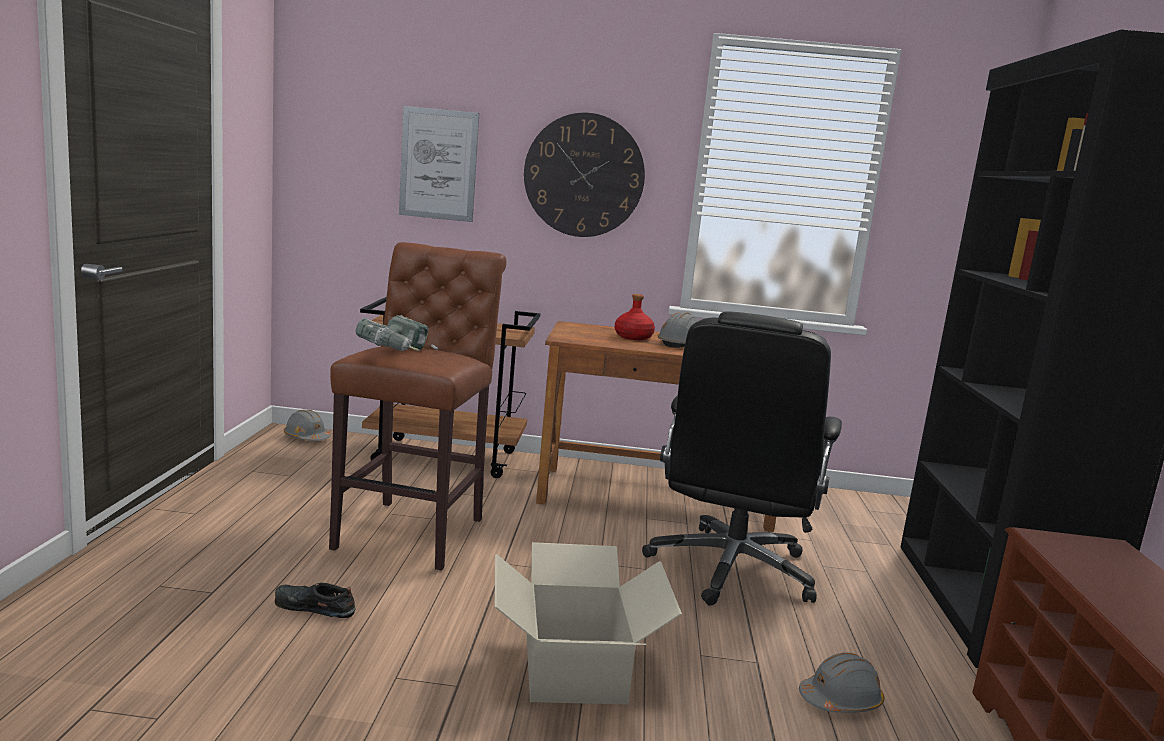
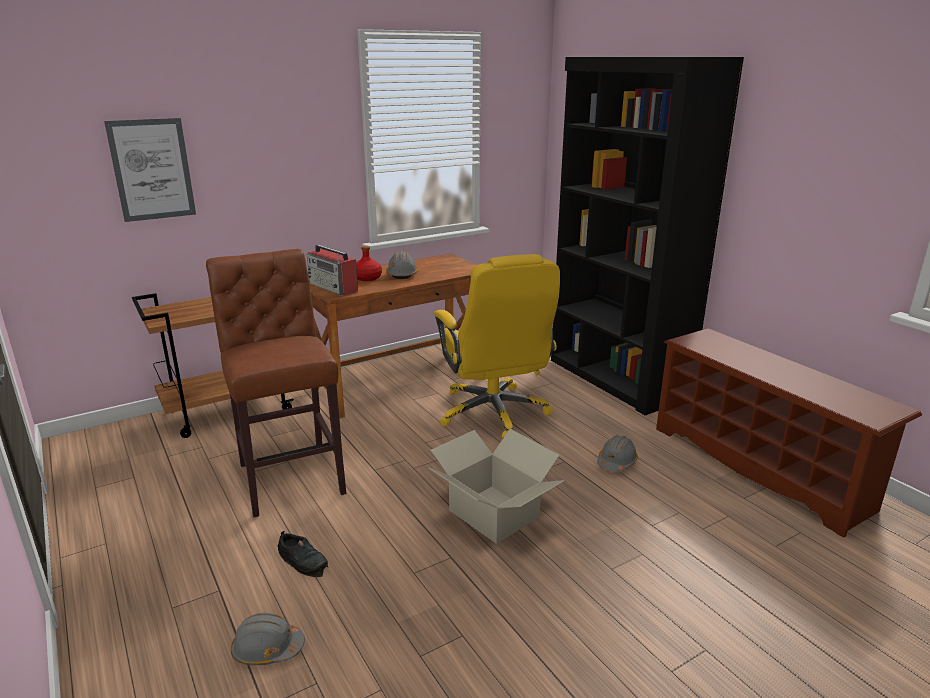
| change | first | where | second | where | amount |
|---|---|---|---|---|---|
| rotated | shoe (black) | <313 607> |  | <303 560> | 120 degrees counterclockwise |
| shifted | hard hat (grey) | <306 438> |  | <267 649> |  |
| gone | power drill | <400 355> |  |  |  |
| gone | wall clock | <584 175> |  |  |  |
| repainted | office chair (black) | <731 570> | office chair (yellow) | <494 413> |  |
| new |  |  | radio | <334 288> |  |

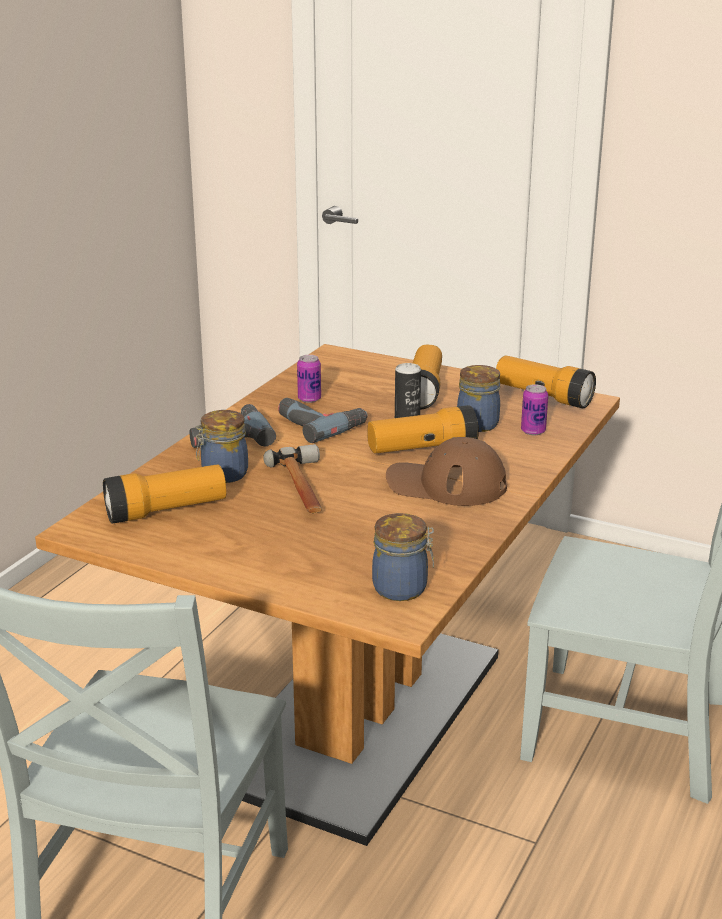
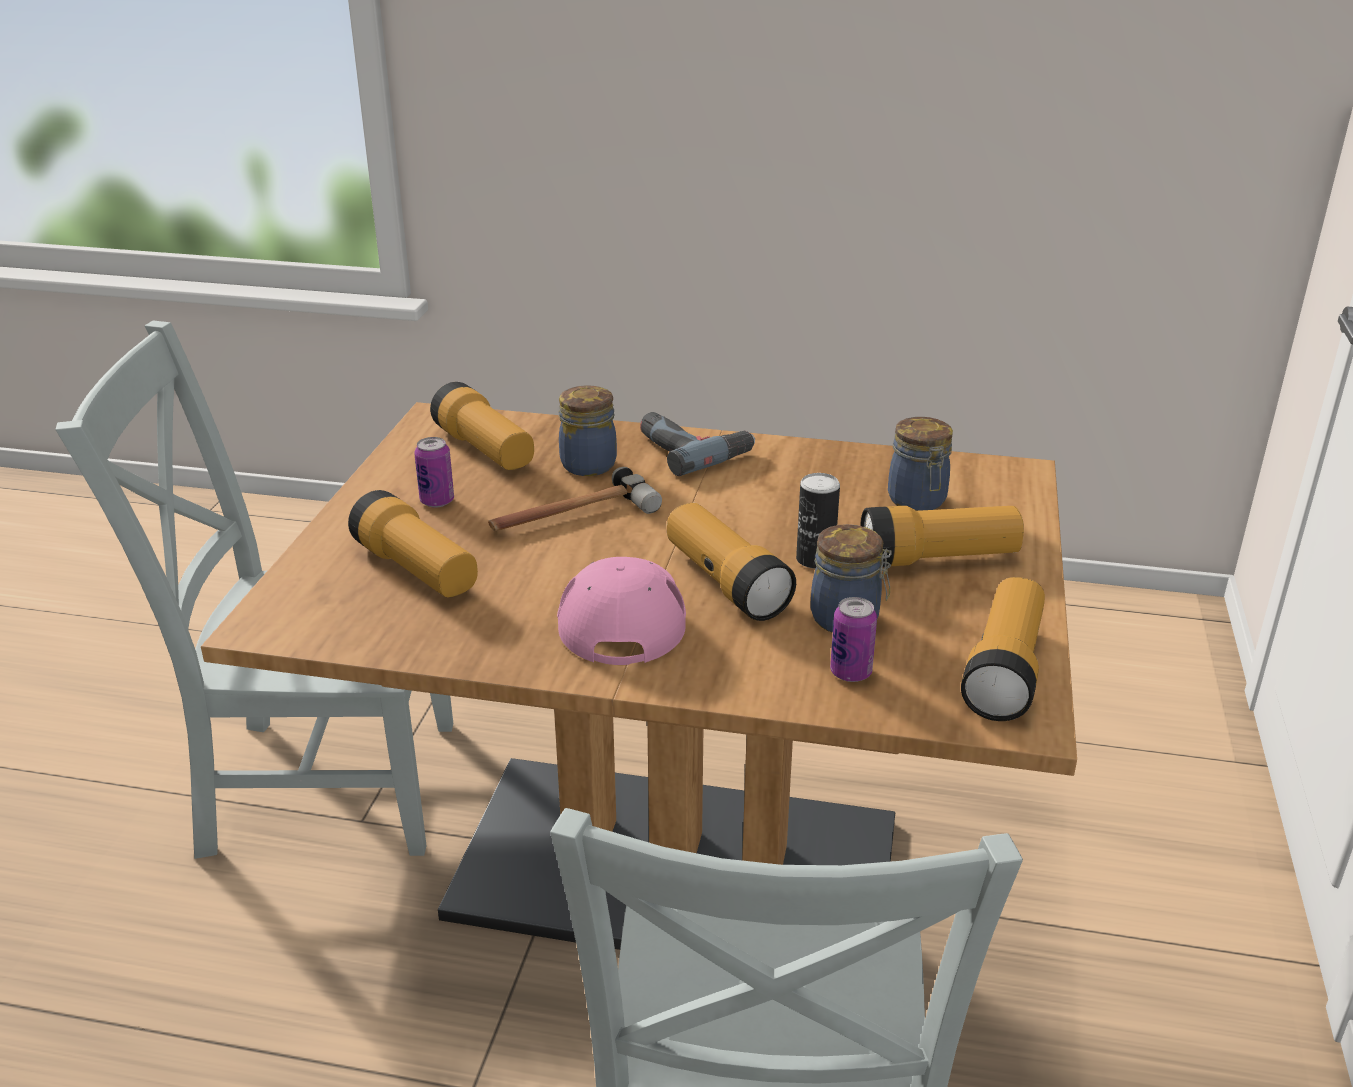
| change | first | where | second | where | amount |
|---|---|---|---|---|---|
| gone | power drill | <320 424> |  |  |  |
| shifted | can | <309 399> |  | <437 501> |  |
| shifted | jar | <402 589> |  | <918 501> |  |
| repainted | cap (brown) | <445 484> | cap (pink) | <622 614> |  |
| new |  |  | flashlight | <417 570> |  |

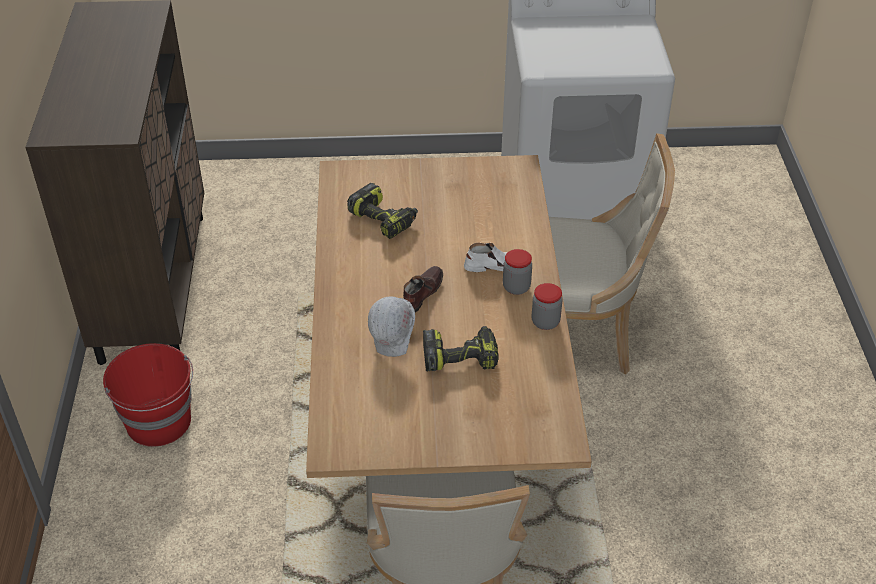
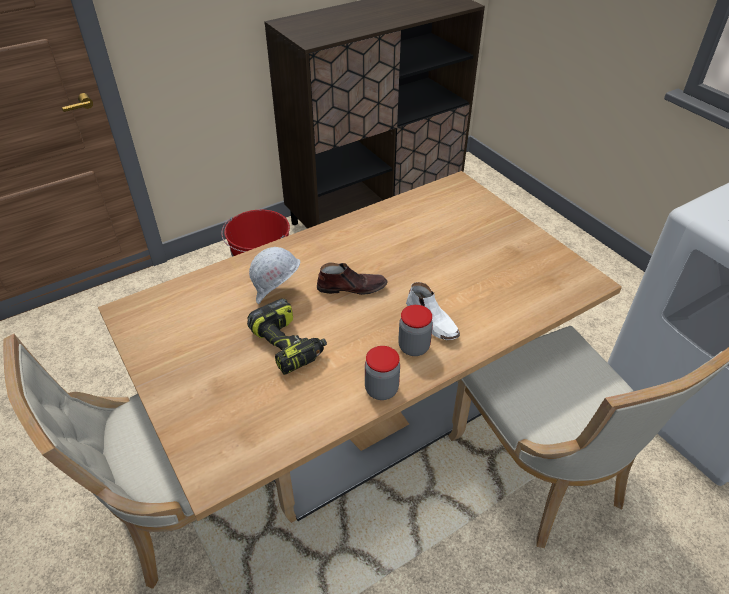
| change | first | where | second | where | amount |
|---|---|---|---|---|---|
| gone | power drill | <384 219> |  |  |  |

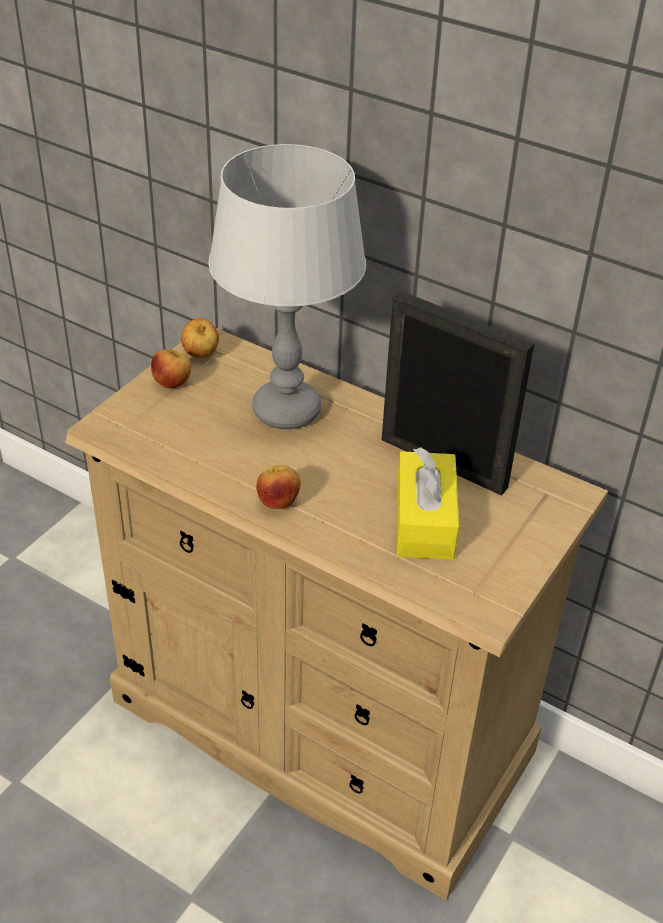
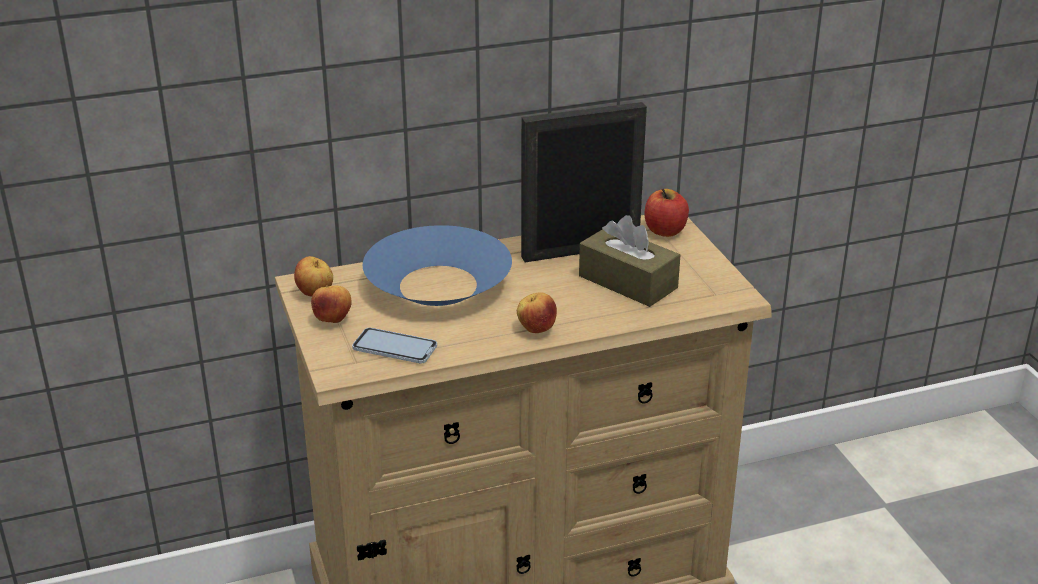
| change | first | where | second | where | amount |
|---|---|---|---|---|---|
| swapped | table lamp (grey) | <287 410> | bowl (blue) | <438 284> |  |
| repainted | tissue box (yellow) | <424 521> | tissue box (brown) | <628 282> |  |
| new |  |  | phone | <395 348> |  |
| new |  |  | apple | <665 231> |  |

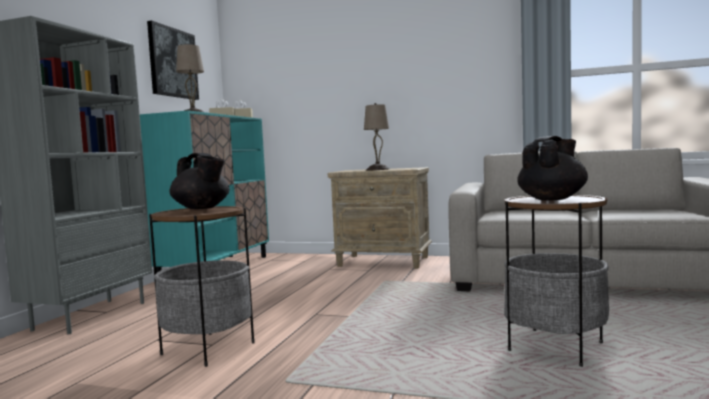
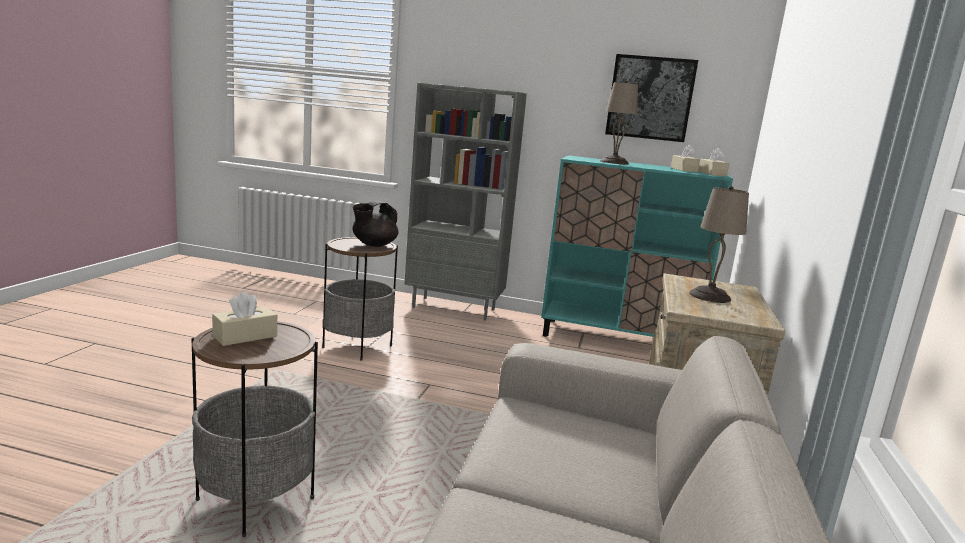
| change | first | where | second | where | amount |
|---|---|---|---|---|---|
| swapped | teapot (black) | <552 199> | tissue box (beige) | <245 336> |  |

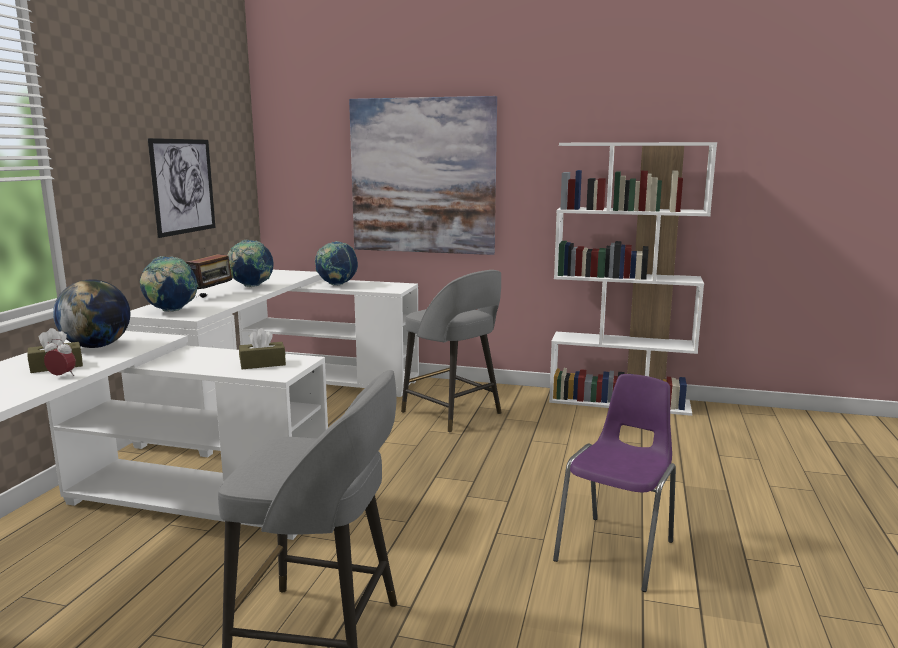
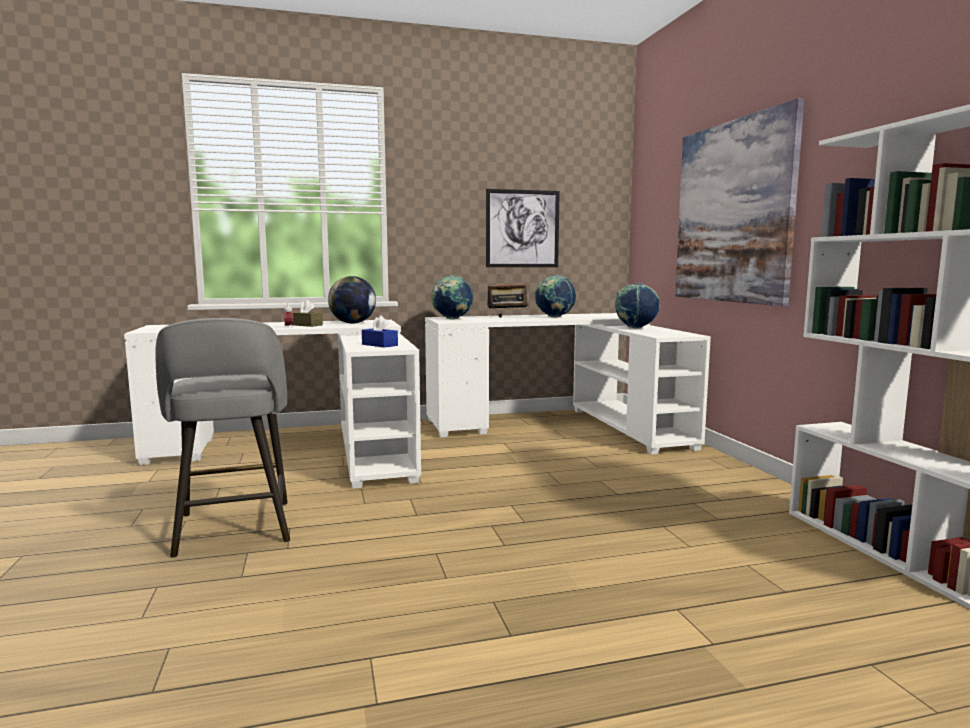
| change | first | where | second | where | amount |
|---|---|---|---|---|---|
| repainted | tissue box (brown) | <262 364> | tissue box (blue) | <379 345> |  |
| gone | stool (grey) | <453 413> |  |  |  |
| gone | chair (purple) | <617 550> |  |  |  |

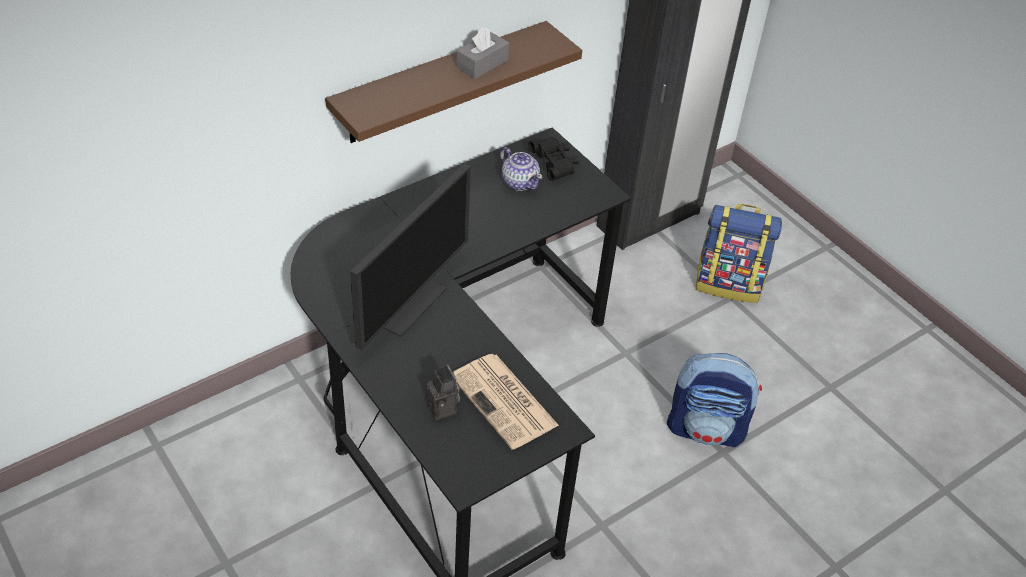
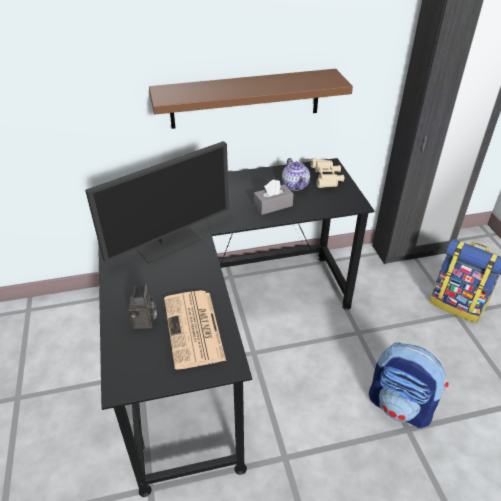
| change | first | where | second | where | amount |
|---|---|---|---|---|---|
| shifted | tissue box (grey) | <482 64> |  | <273 205> |  |
| repainted | binoculars (black) | <554 165> | binoculars (beige) | <326 179> |  |

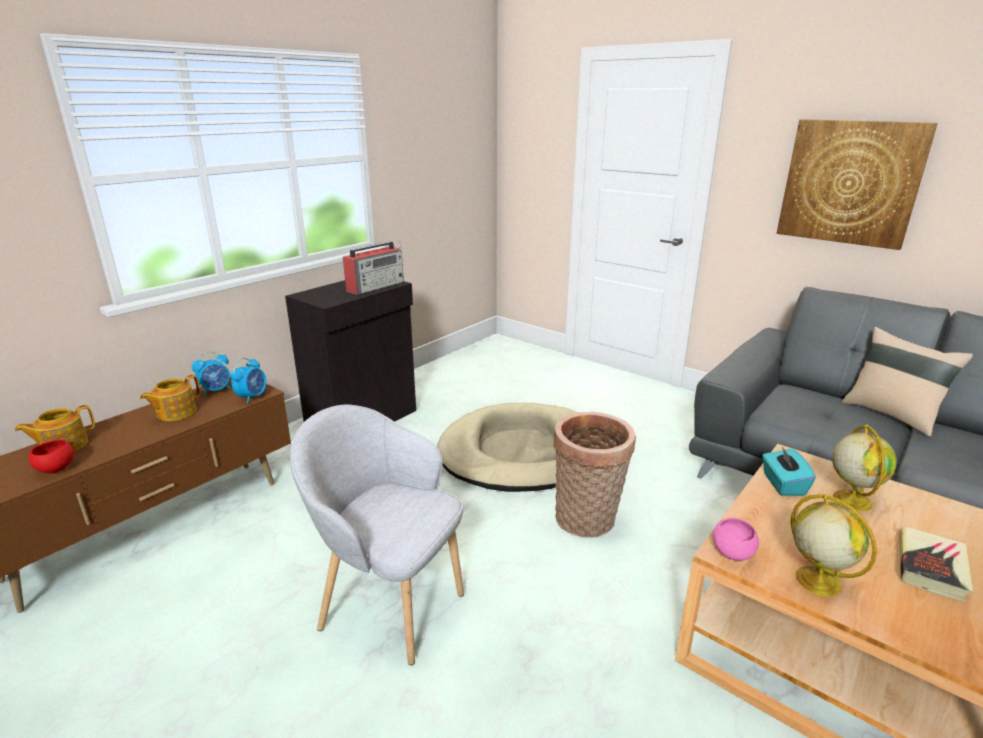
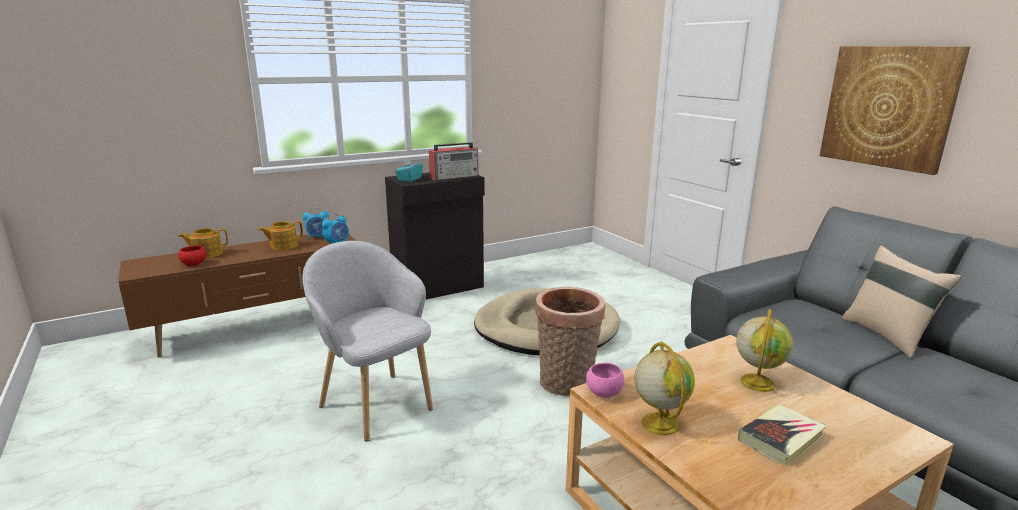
| change | first | where | second | where | amount |
|---|---|---|---|---|---|
| shifted | tissue box (turquoise) | <783 484> |  | <409 179> |  |

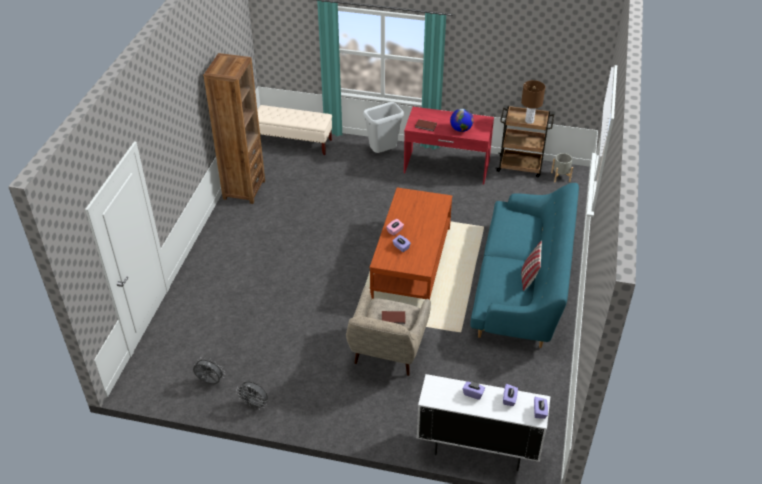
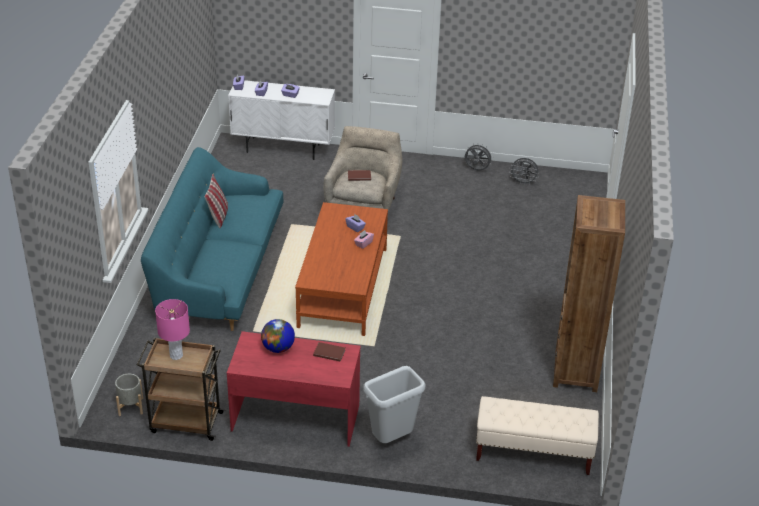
| change | first | where | second | where | amount |
|---|---|---|---|---|---|
| repainted | table lamp (brown) | <529 121> | table lamp (pink) | <176 355> |  |

